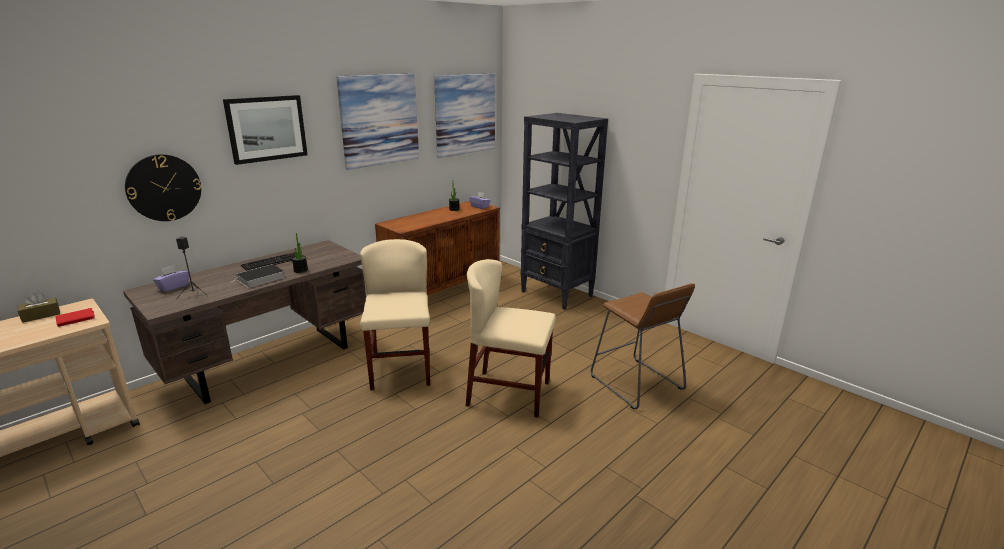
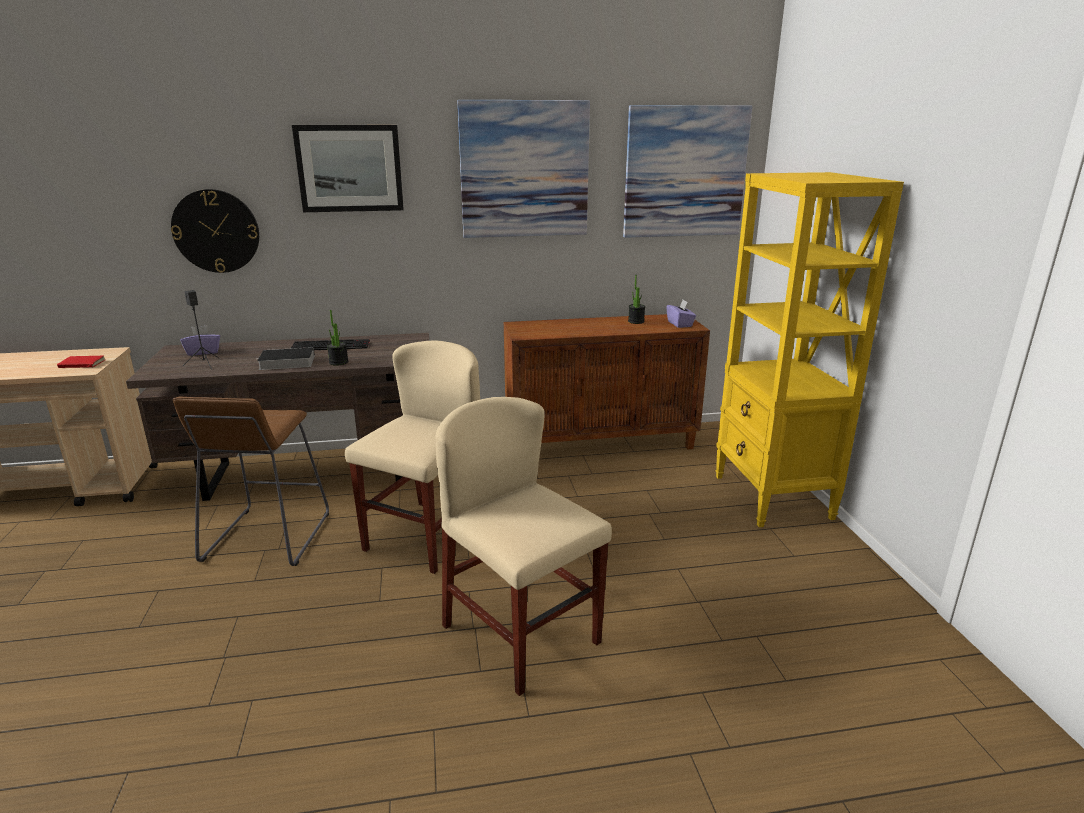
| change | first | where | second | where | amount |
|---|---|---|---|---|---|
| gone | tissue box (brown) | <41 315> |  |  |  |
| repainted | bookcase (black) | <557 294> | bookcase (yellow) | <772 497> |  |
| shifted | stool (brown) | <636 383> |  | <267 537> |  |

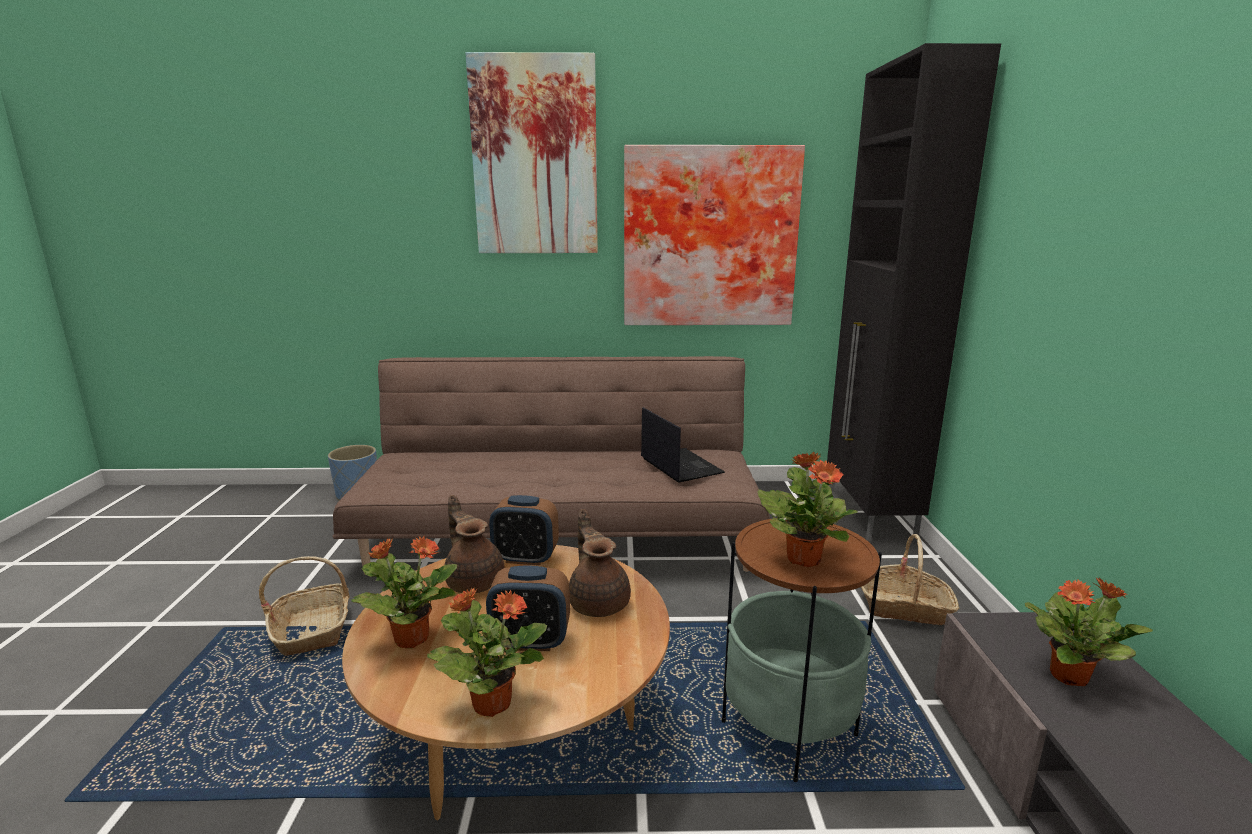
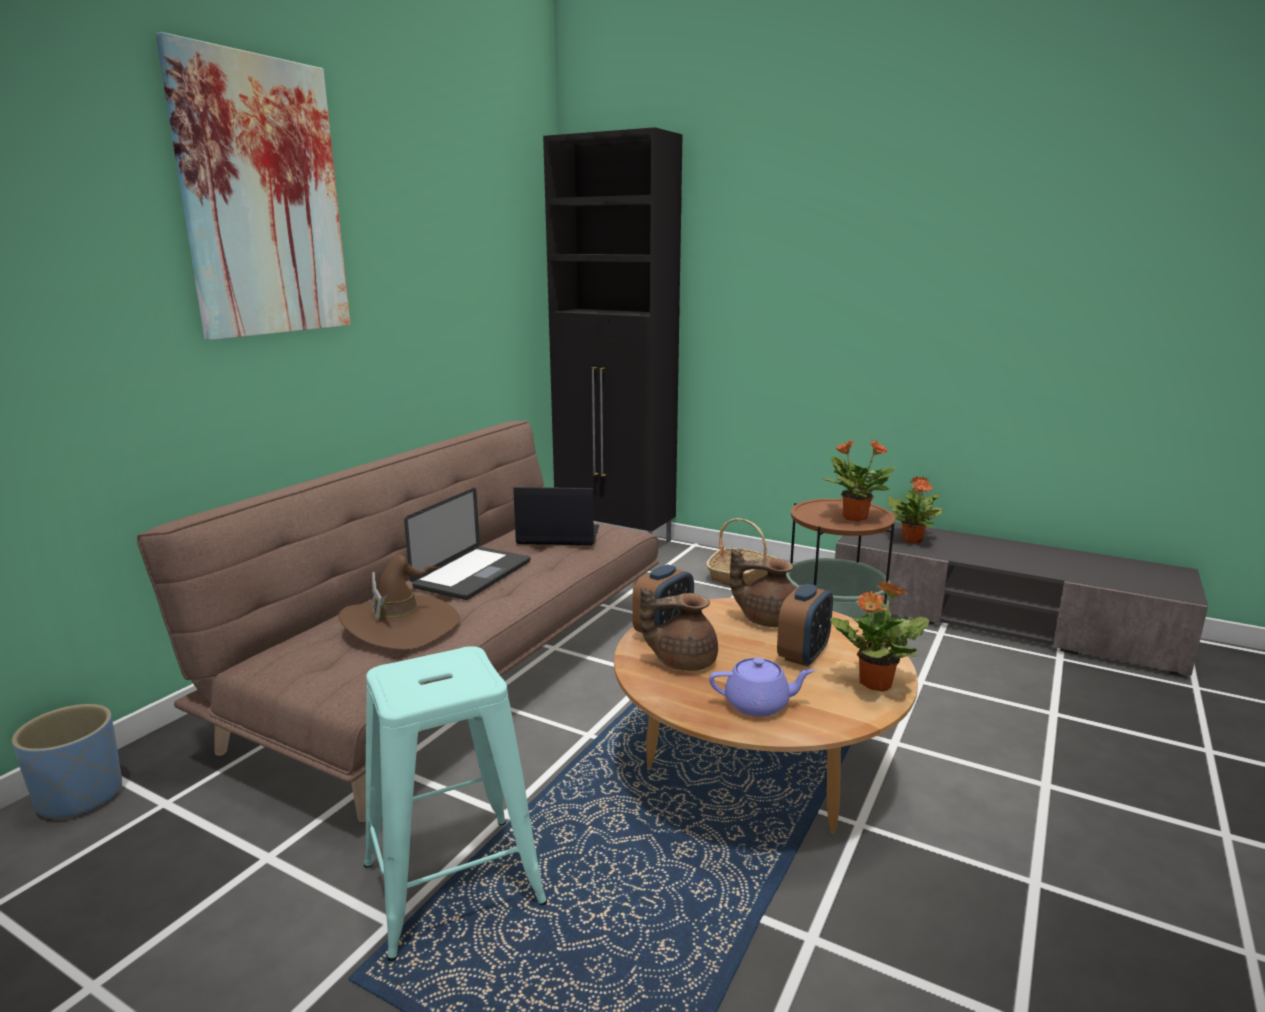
| change | first | where | second | where | amount |
|---|---|---|---|---|---|
| swapped | basket | <313 629> | stool (turquoise) | <452 883> |  |
| swapped | potted plant | <410 638> | teapot (purple) | <758 704> |  |
| gone | picture | <709 238> |  |  |  |
| new |  |  | hat (brown) | <401 625> |  |
| new |  |  | laptop | <473 574> |  |

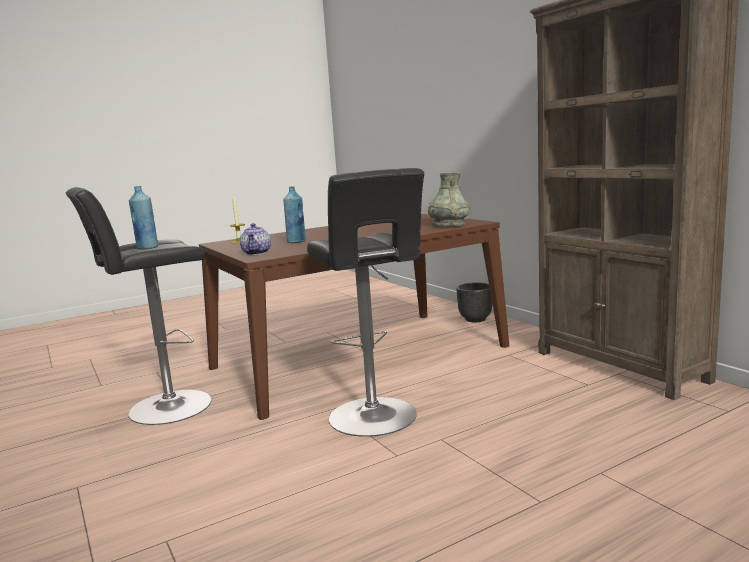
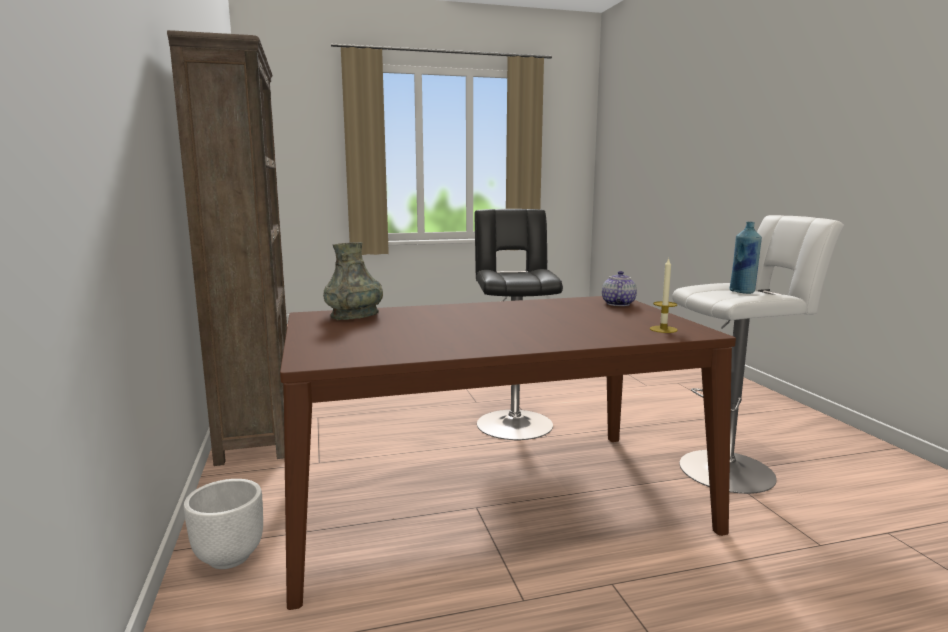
| change | first | where | second | where | amount |
|---|---|---|---|---|---|
| repainted | stool (black) | <164 408> | stool (white) | <732 469> |  |
| gone | bottle (blue) | <296 242> |  |  |  |
| repainted | planter (black) | <476 319> | planter (white) | <228 557> |  |

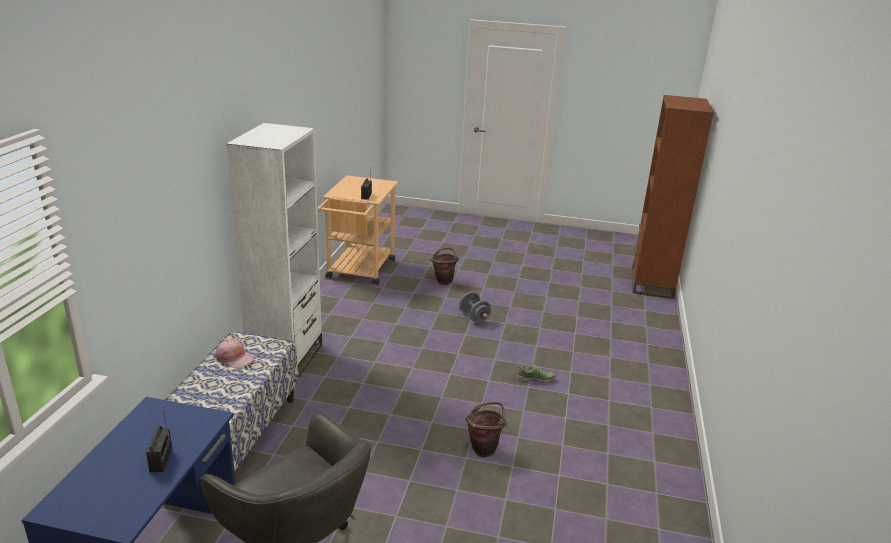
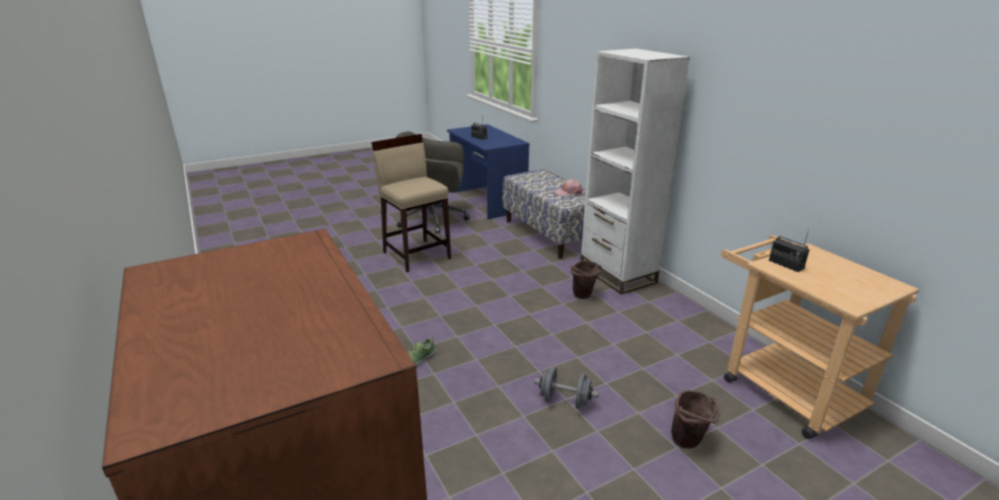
| change | first | where | second | where | amount |
|---|---|---|---|---|---|
| shifted | bucket (brown) | <485 448> |  | <584 296> |  |
| new |  |  | stool (beige) | <417 255> |  |

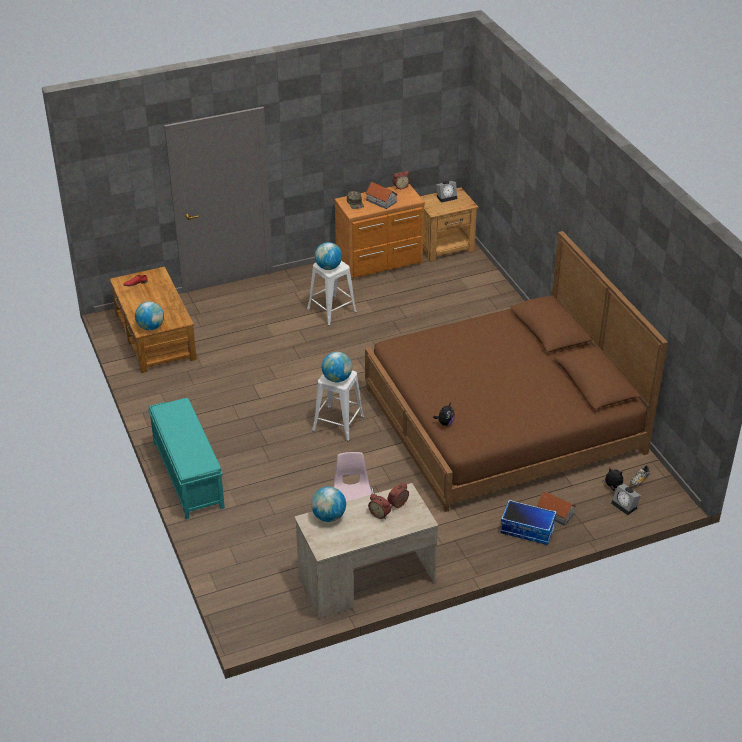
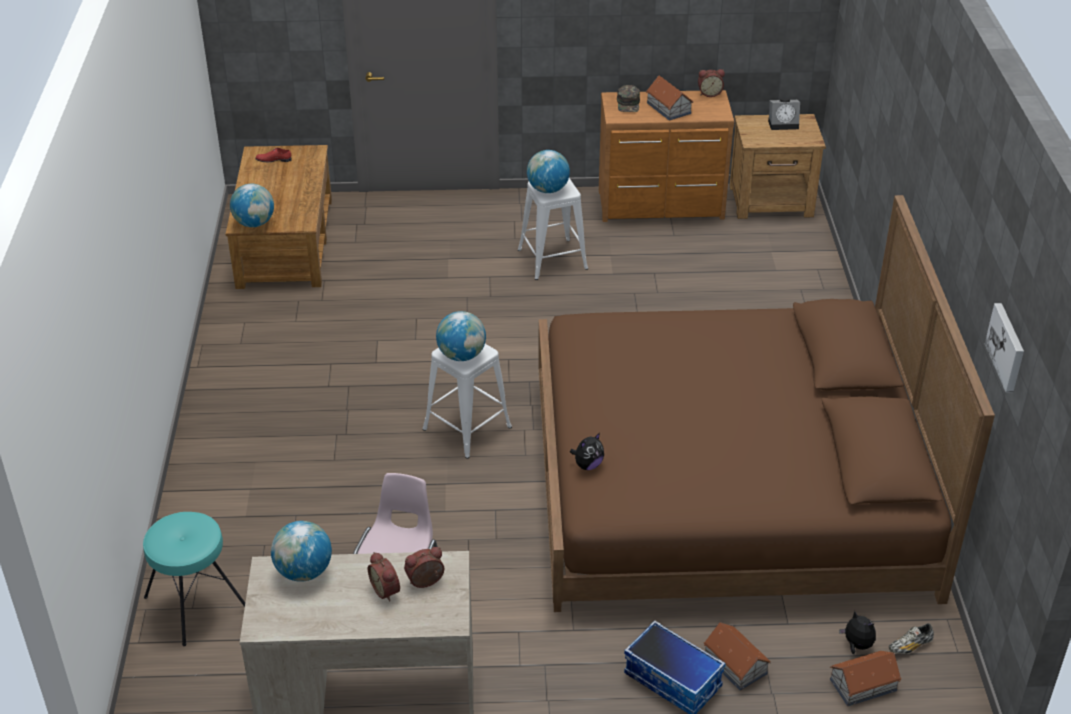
| change | first | where | second | where | amount |
|---|---|---|---|---|---|
| gone | bench (turquoise) | <188 474> |  |  |  |
| swapped | alarm clock | <625 505> | toy house | <864 685> |  |
| new |  |  | stool (turquoise) | <195 604> |  |
| new |  |  | picture | <1007 347> |  |

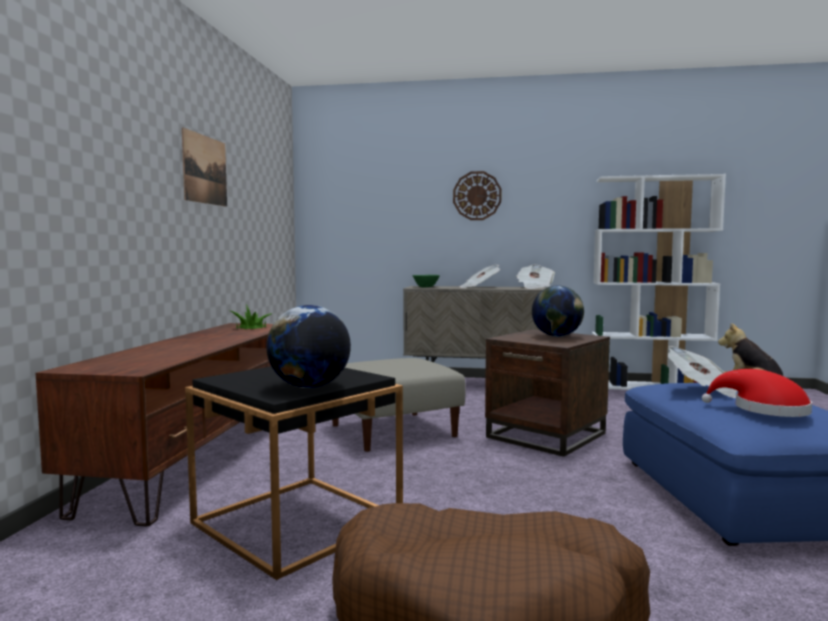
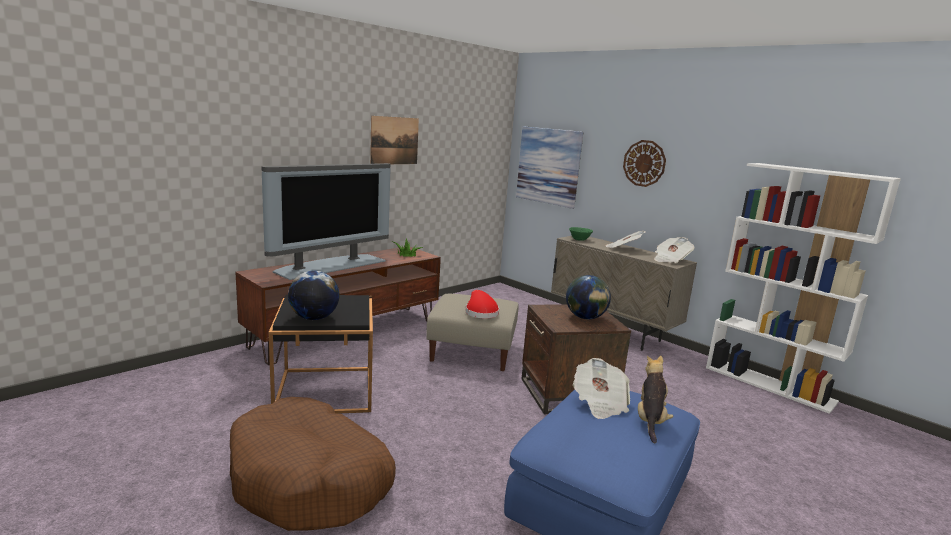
| change | first | where | second | where | amount |
|---|---|---|---|---|---|
| shifted | hat (red) | <764 410> |  | <480 312> |  |
| new |  |  | television | <330 265> |  |
| new |  |  | picture | <548 166> |  |

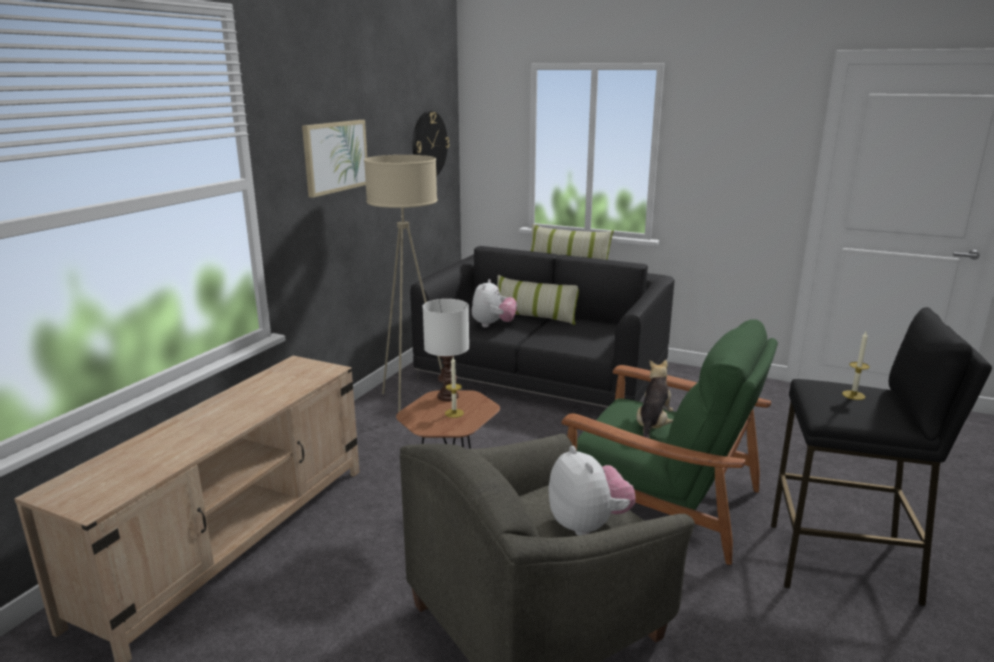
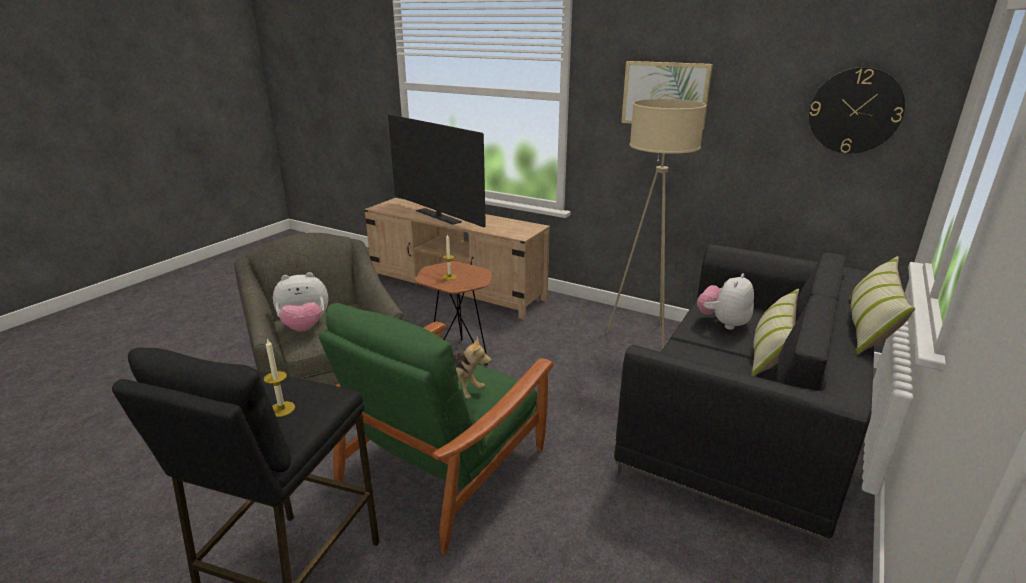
| change | first | where | second | where | amount |
|---|---|---|---|---|---|
| gone | table lamp (white) | <448 396> |  |  |  |
| rotated | plush toy | <493 325> |  | <723 323> | 105 degrees clockwise |
| new |  |  | television | <438 216> |  |

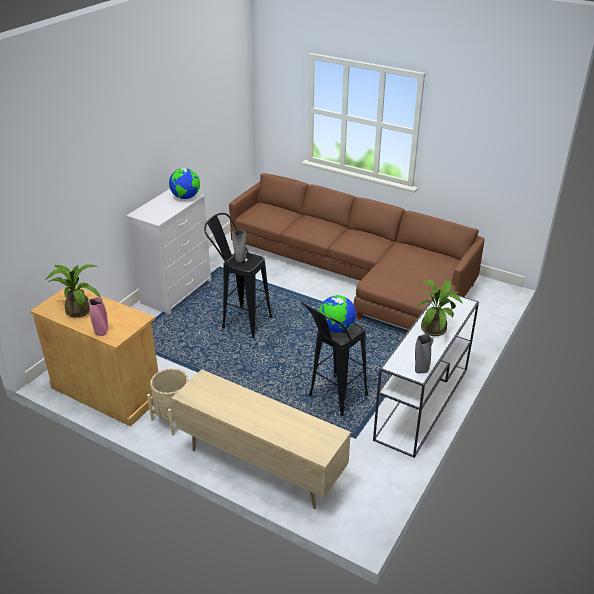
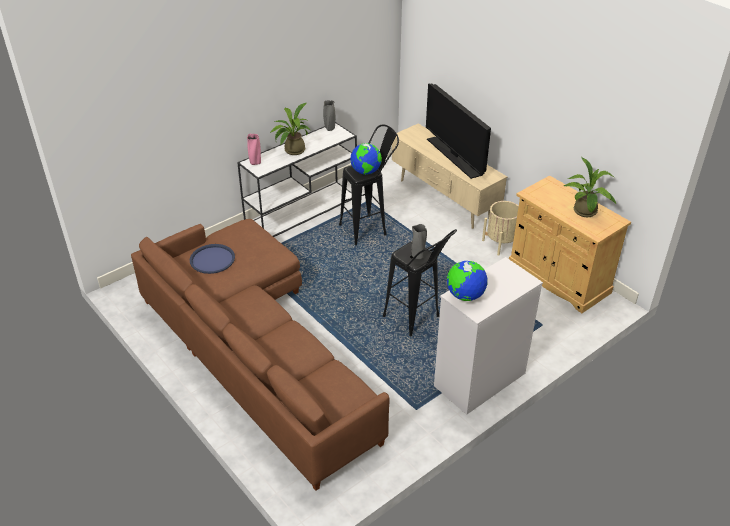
| change | first | where | second | where | amount |
|---|---|---|---|---|---|
| shifted | vase (pink) | <102 332> |  | <255 163> |  |
| new |  |  | tray (blue) | <212 259> |  |
| new |  |  | television | <454 157> |  |

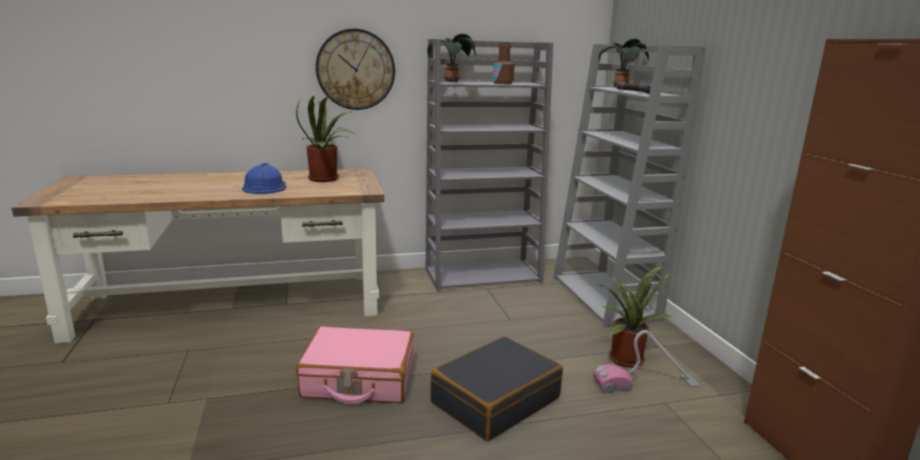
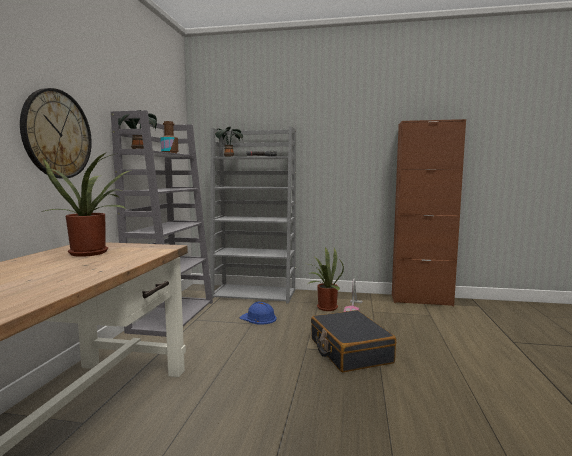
| change | first | where | second | where | amount |
|---|---|---|---|---|---|
| shifted | hard hat (blue) | <265 187> |  | <258 318> |  |
| gone | suitcase (pink) | <358 379> |  |  |  |

